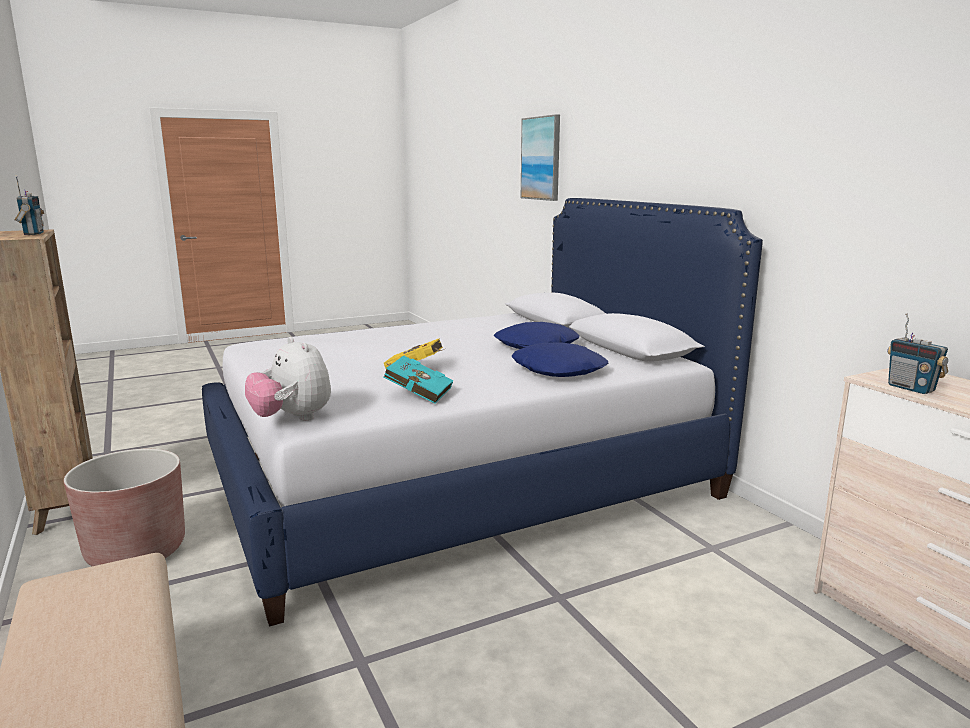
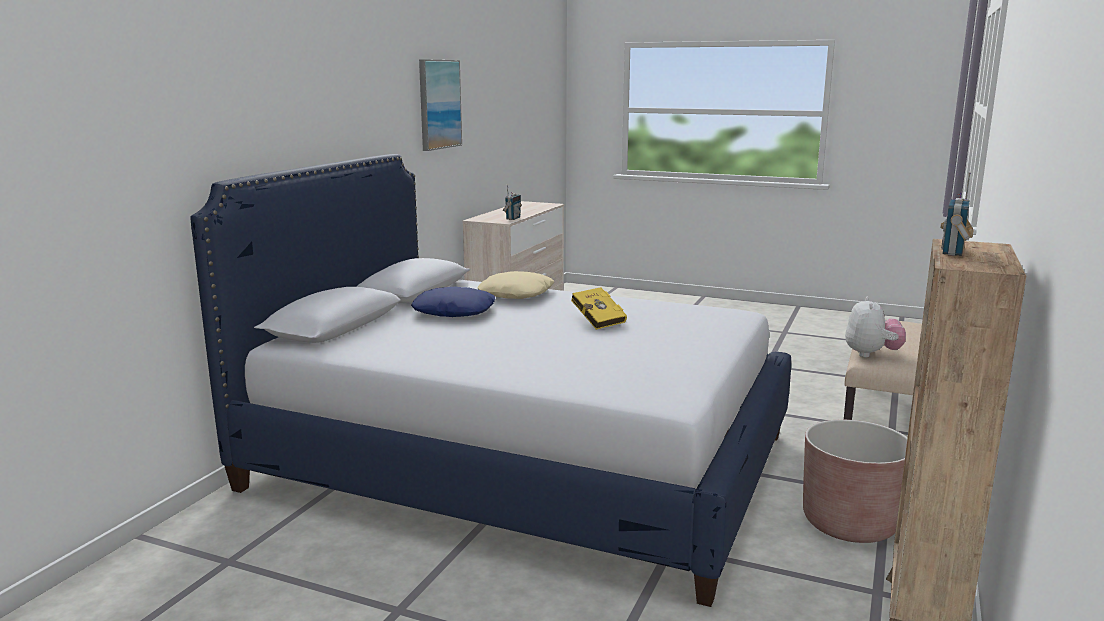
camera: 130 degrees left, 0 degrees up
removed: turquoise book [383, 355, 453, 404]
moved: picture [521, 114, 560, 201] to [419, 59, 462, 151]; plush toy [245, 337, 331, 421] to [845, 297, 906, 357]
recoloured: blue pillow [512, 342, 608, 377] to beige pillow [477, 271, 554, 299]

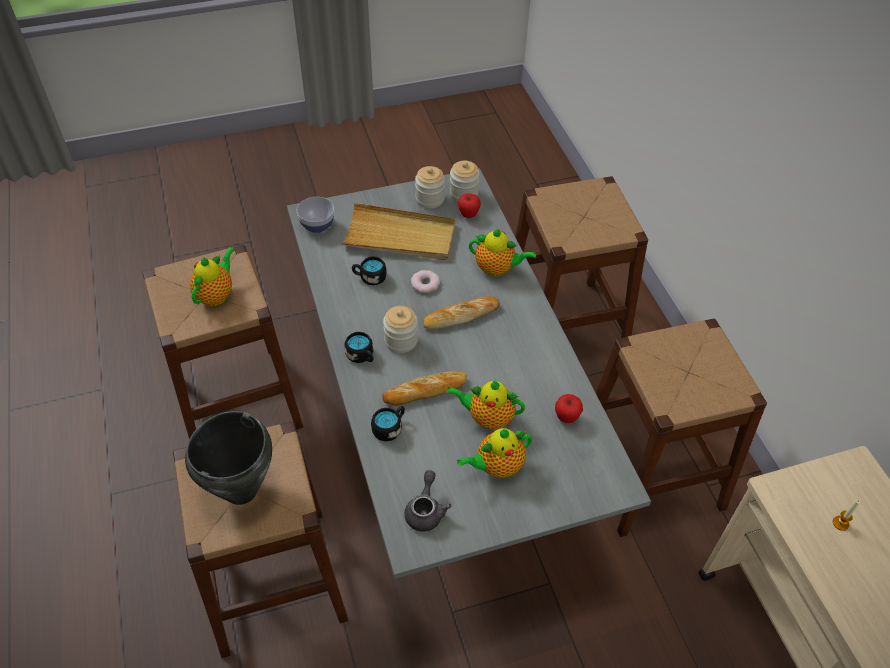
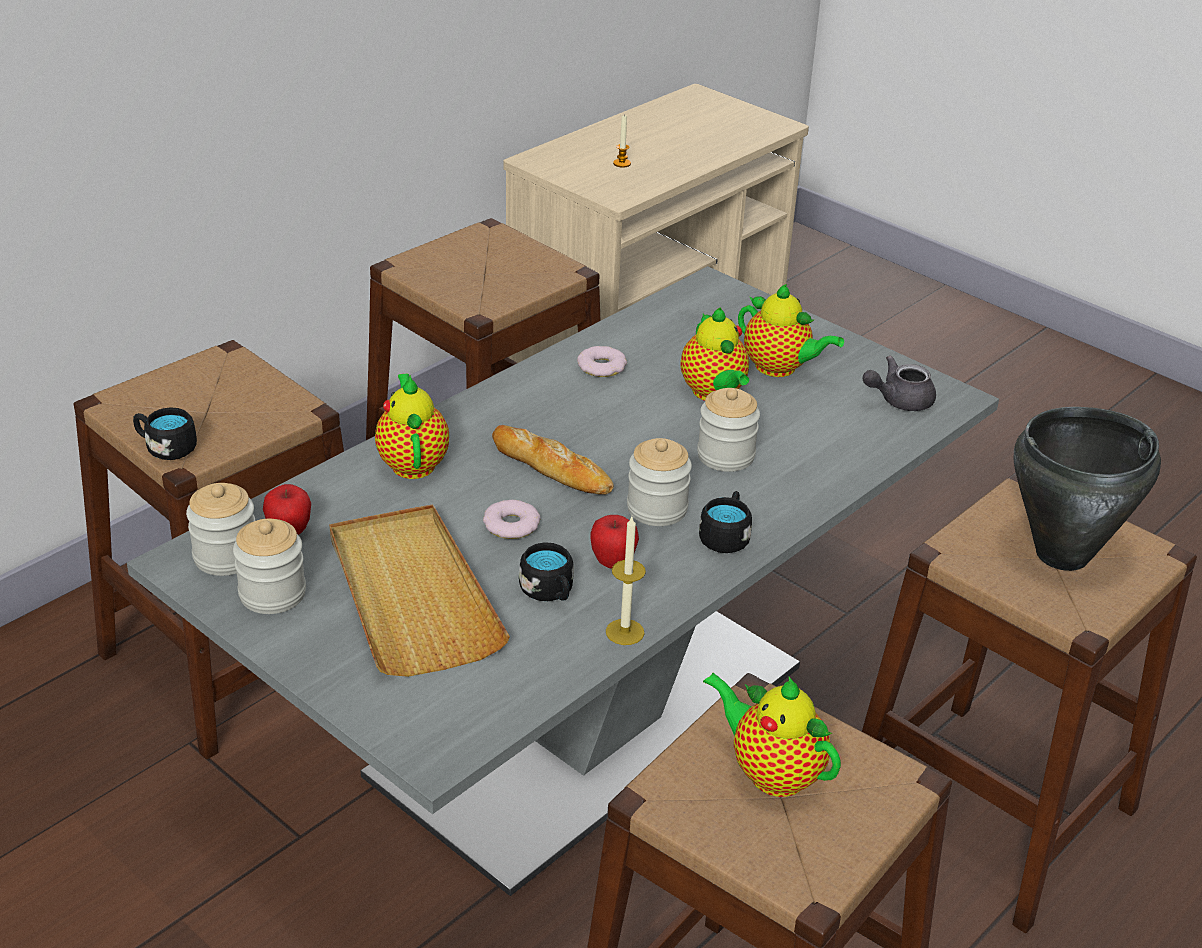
camera: 120 degrees left, 15 degrees down
removed: bowl [297, 197, 334, 233]
added: donut [577, 346, 627, 377]; candle [606, 517, 646, 645]
moved: apple [555, 394, 583, 423] to [591, 515, 639, 569]; black mug [371, 406, 405, 441] to [133, 407, 197, 460]
replaced: bread [383, 371, 467, 406] to jar [697, 388, 760, 472]
turned: teapot [190, 247, 235, 306] = [703, 673, 841, 797] 45 degrees clockwise

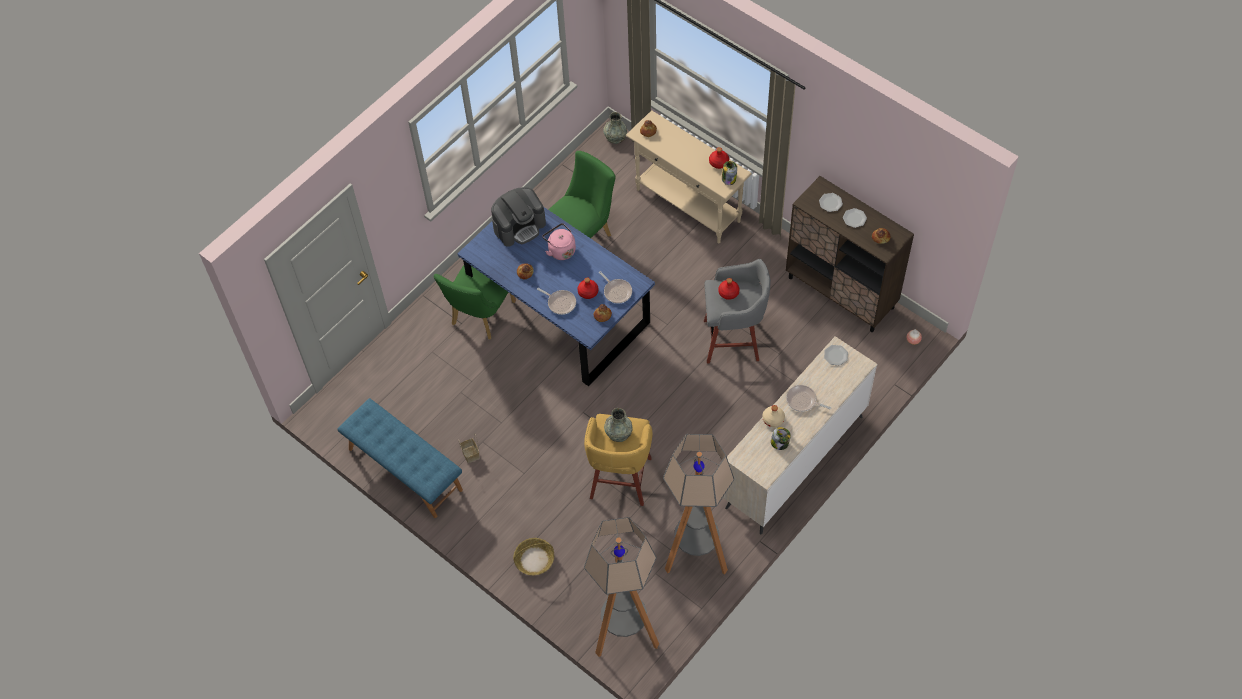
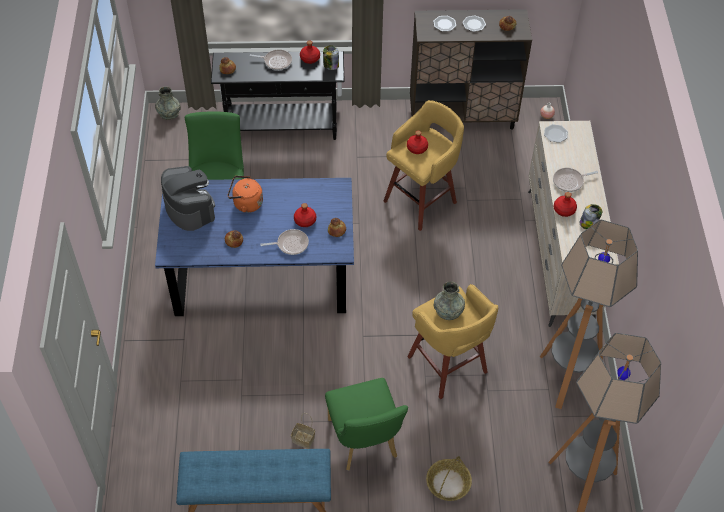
camera: 45 degrees left, 5 degrees down
moved: green chair [434, 265, 516, 339] to [325, 378, 408, 470]; frying pan [599, 271, 632, 304] to [250, 49, 292, 70]
recoloured: beige console table [626, 110, 752, 243] to black console table [211, 51, 345, 140]; pink kettle [542, 223, 576, 260] to orange kettle [228, 176, 263, 213]; grey stool [704, 259, 771, 363] to yellow stool [384, 100, 464, 231]; beige bottle [762, 405, 785, 427] to red bottle [554, 192, 577, 217]
turned: coffee machine [491, 187, 546, 247] = [161, 166, 215, 231] 45 degrees counterclockwise

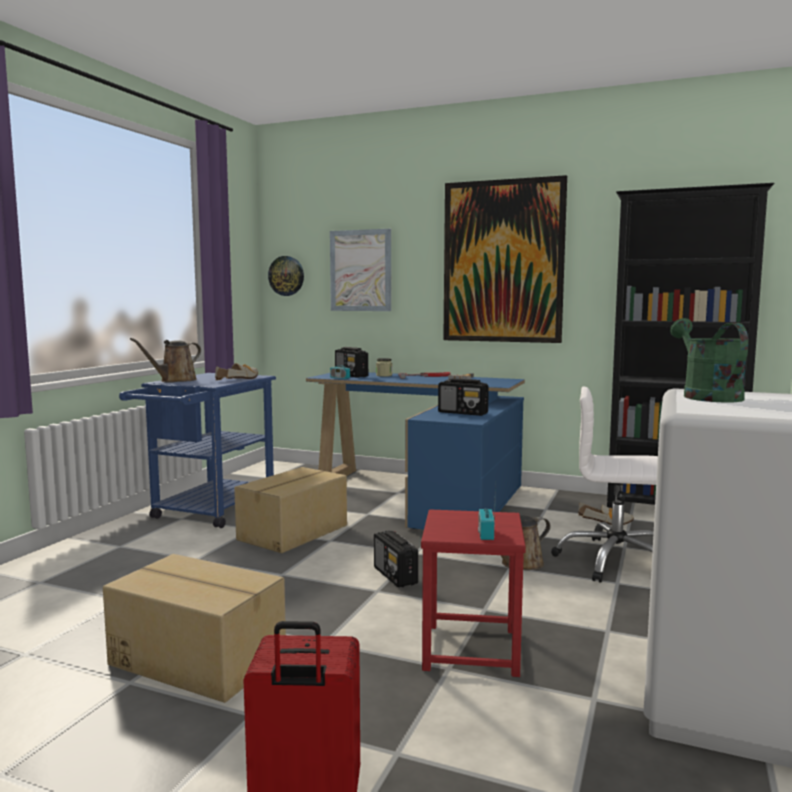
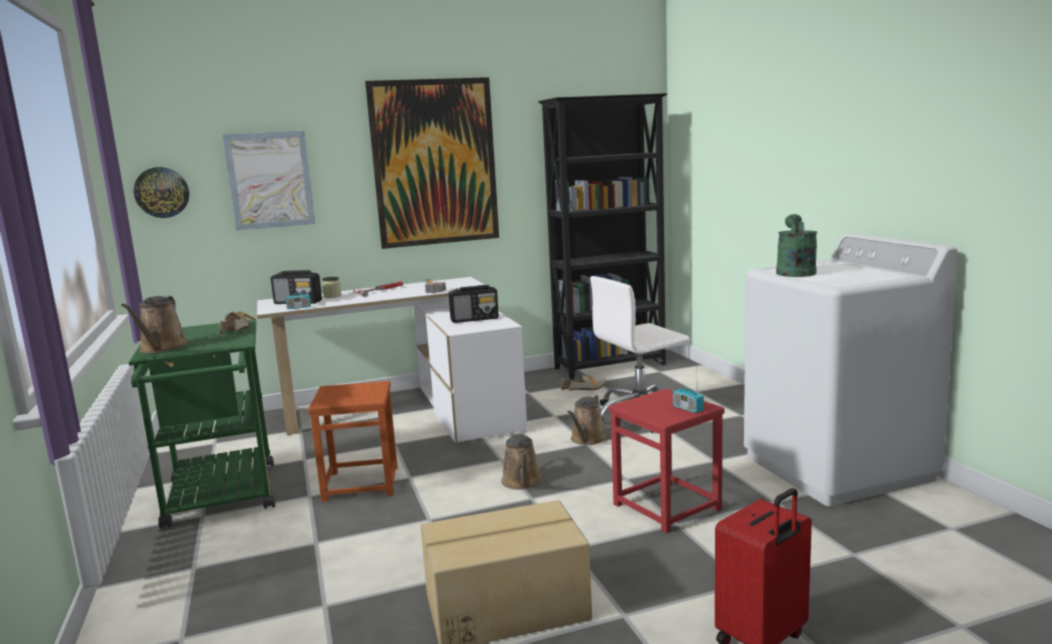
camera: 40 degrees left, 5 degrees up
replaced: cardboard box [234, 467, 347, 553] to brown stool [308, 381, 398, 502]; radio [374, 530, 418, 587] to brown watering can [501, 431, 543, 490]
recoloured: blue desk [306, 372, 525, 530] to white desk [257, 277, 527, 443]; blue cart [119, 373, 276, 528] to green cart [129, 319, 275, 529]
turned: green watering can [670, 318, 748, 403] = [776, 214, 818, 277] 60 degrees clockwise

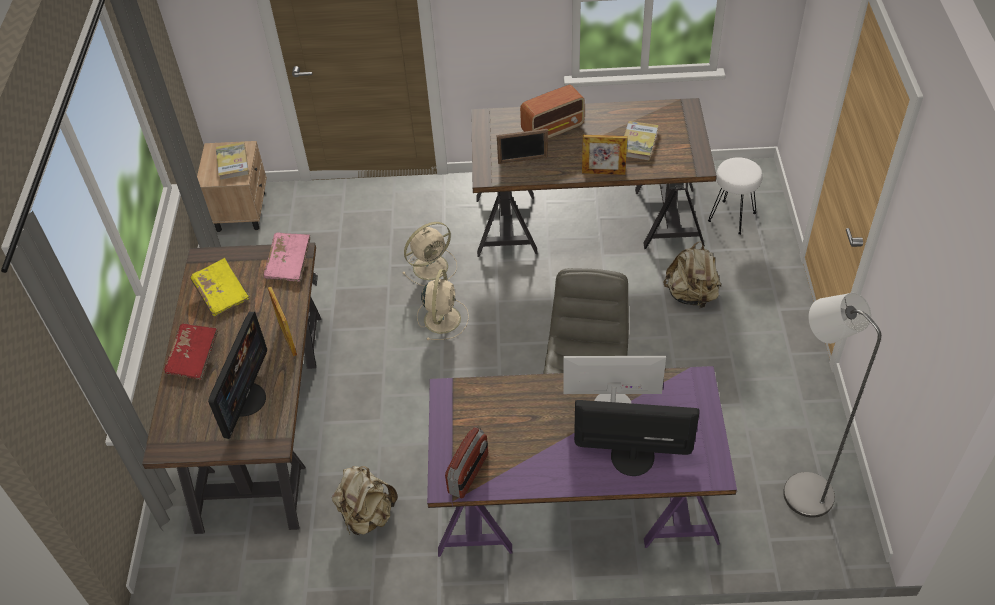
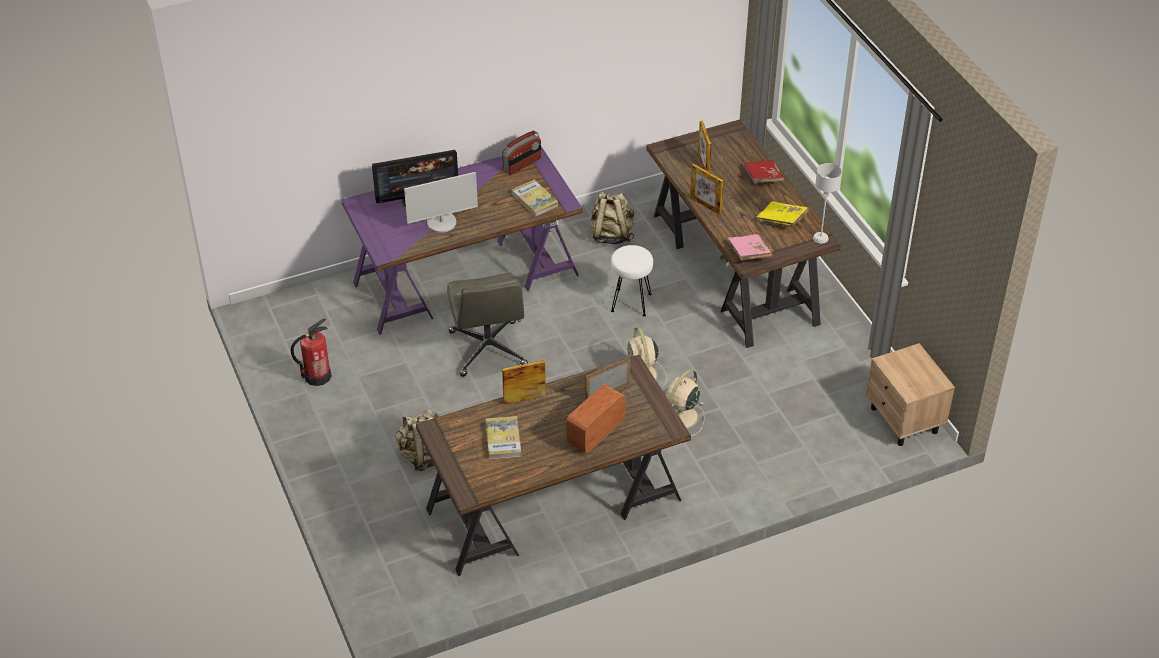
camera: 155 degrees right, 5 degrees down
removed: grey floor lamp [783, 293, 881, 518]
added: grey table lamp [813, 163, 842, 244]; fire extinguisher [291, 318, 331, 386]
moved: book [216, 142, 249, 180] to [511, 180, 558, 217]; white stool [708, 157, 763, 235] to [611, 245, 653, 316]
replaced: monitor [208, 312, 267, 439] to picture frame [698, 121, 711, 172]
turned: radio [445, 427, 488, 499] = [502, 130, 541, 175] 135 degrees counterclockwise

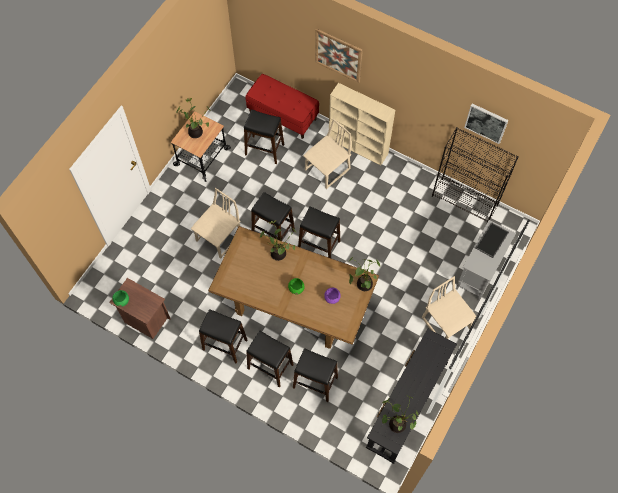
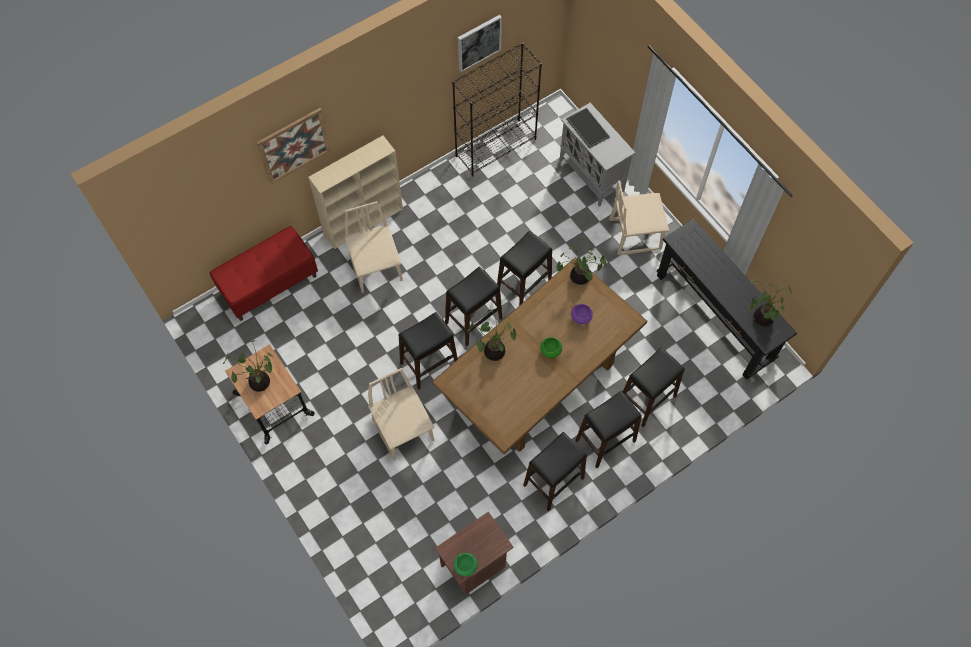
camera: 65 degrees left, 0 degrees up
moved: black stool [244, 110, 284, 164] to [497, 231, 552, 306]

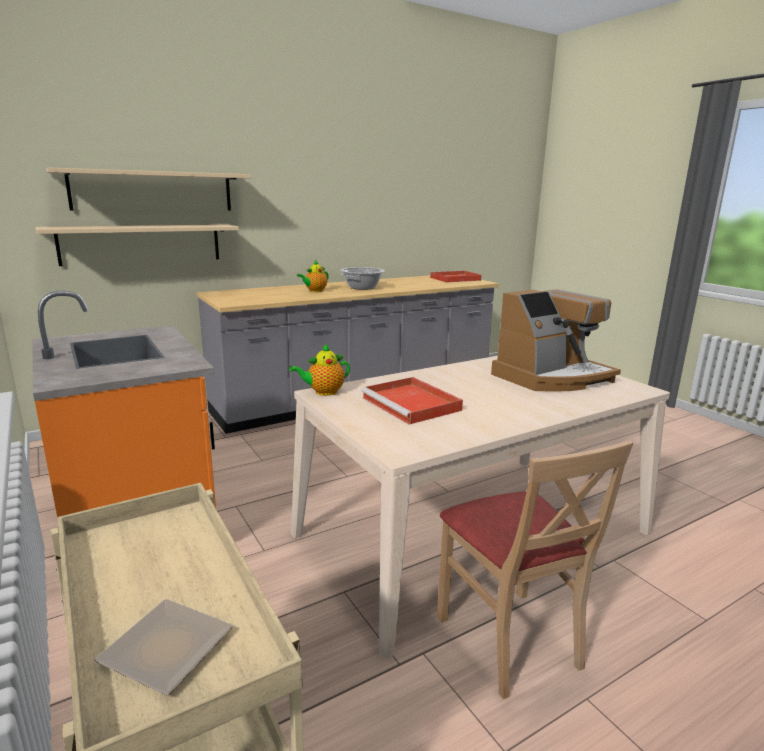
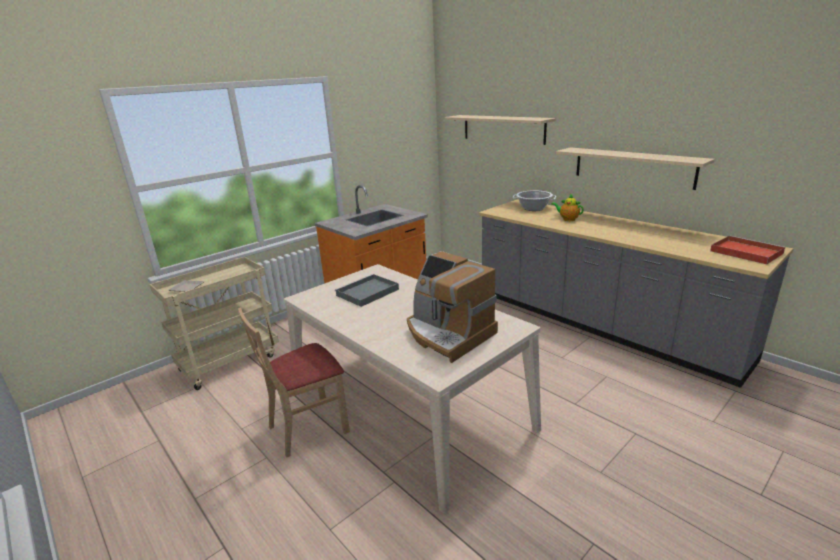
camera: 80 degrees right, 5 degrees up
removed: teapot [289, 344, 350, 396]
moved: beige shelf [35, 224, 239, 266] to [556, 147, 715, 190]; cooking pot [340, 267, 384, 290] to [513, 190, 556, 211]
recoloured: red tray [361, 377, 463, 425] to grey tray [335, 274, 399, 307]

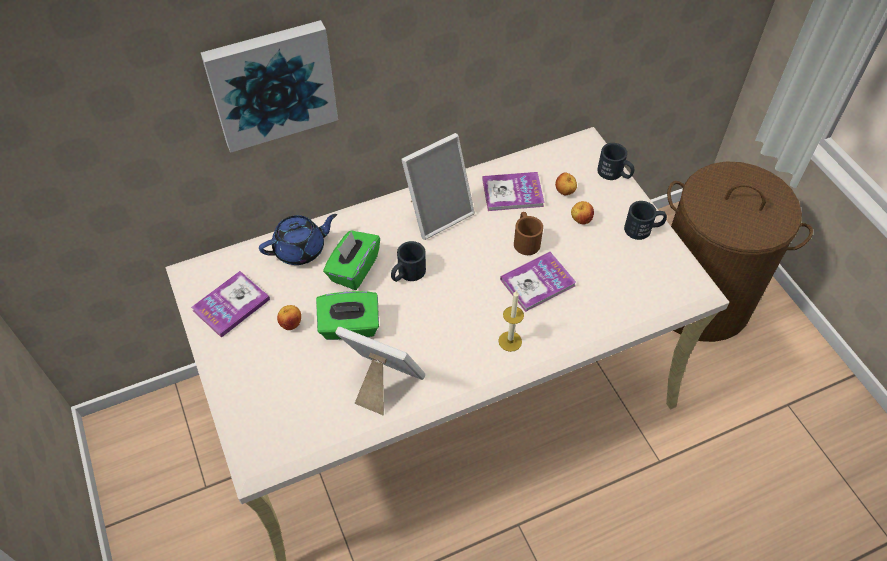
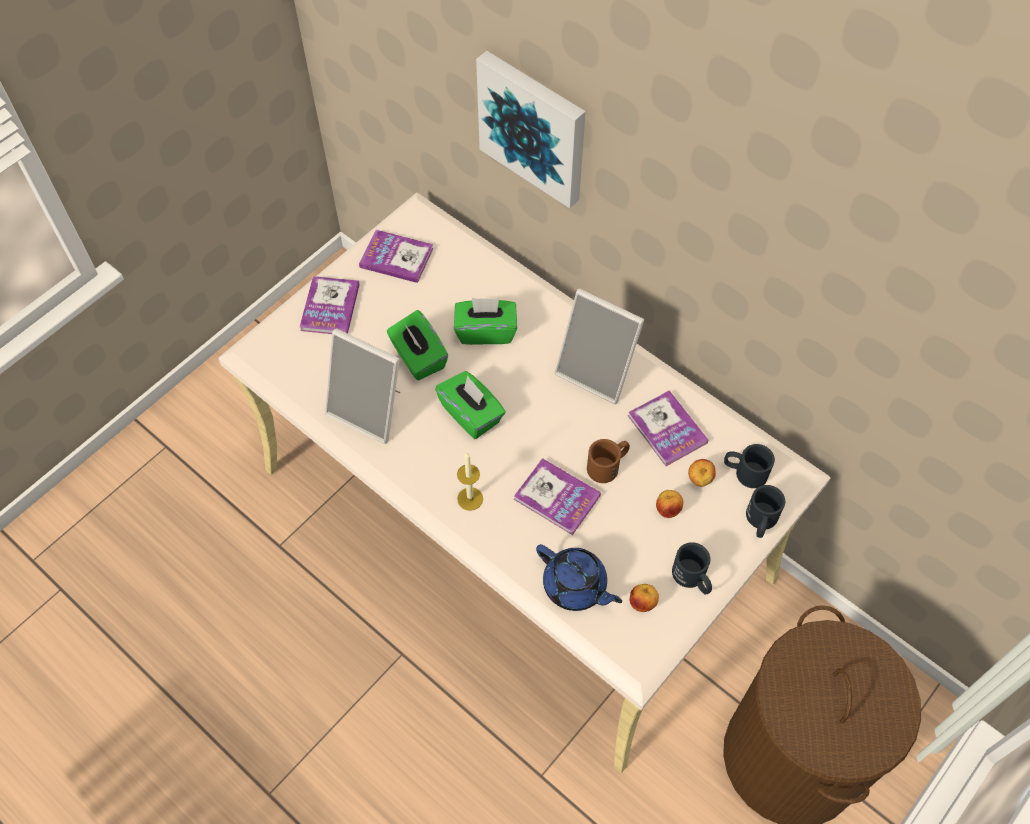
camera: 65 degrees right, 5 degrees up
added: book [300, 276, 360, 334]; green tissue box [435, 371, 506, 439]
moved: blue teapot [259, 214, 337, 265] to [536, 544, 622, 611]; black mug [391, 241, 426, 282] to [724, 444, 775, 488]; apple [277, 305, 301, 330] to [629, 584, 659, 612]
turned: picture frame [335, 327, 425, 415] = [325, 329, 400, 444] 120 degrees clockwise

